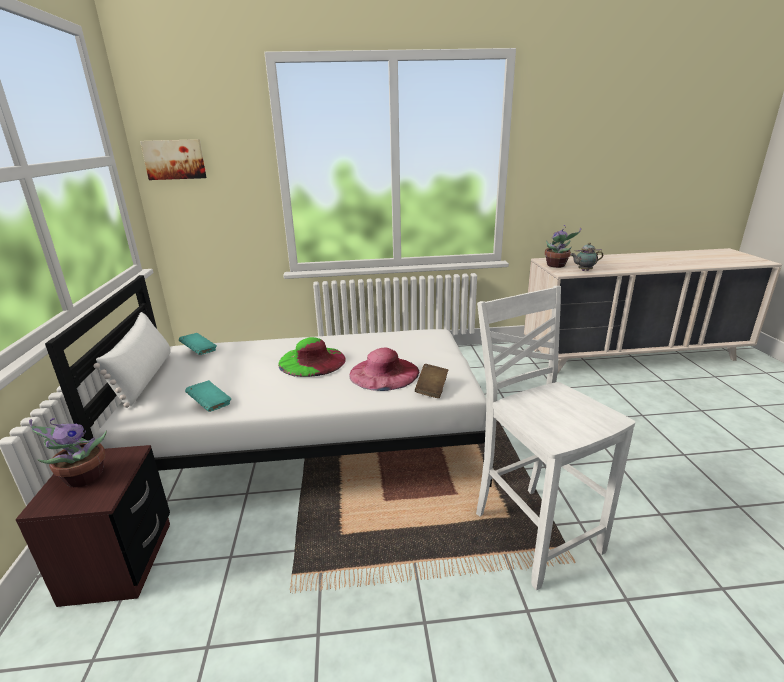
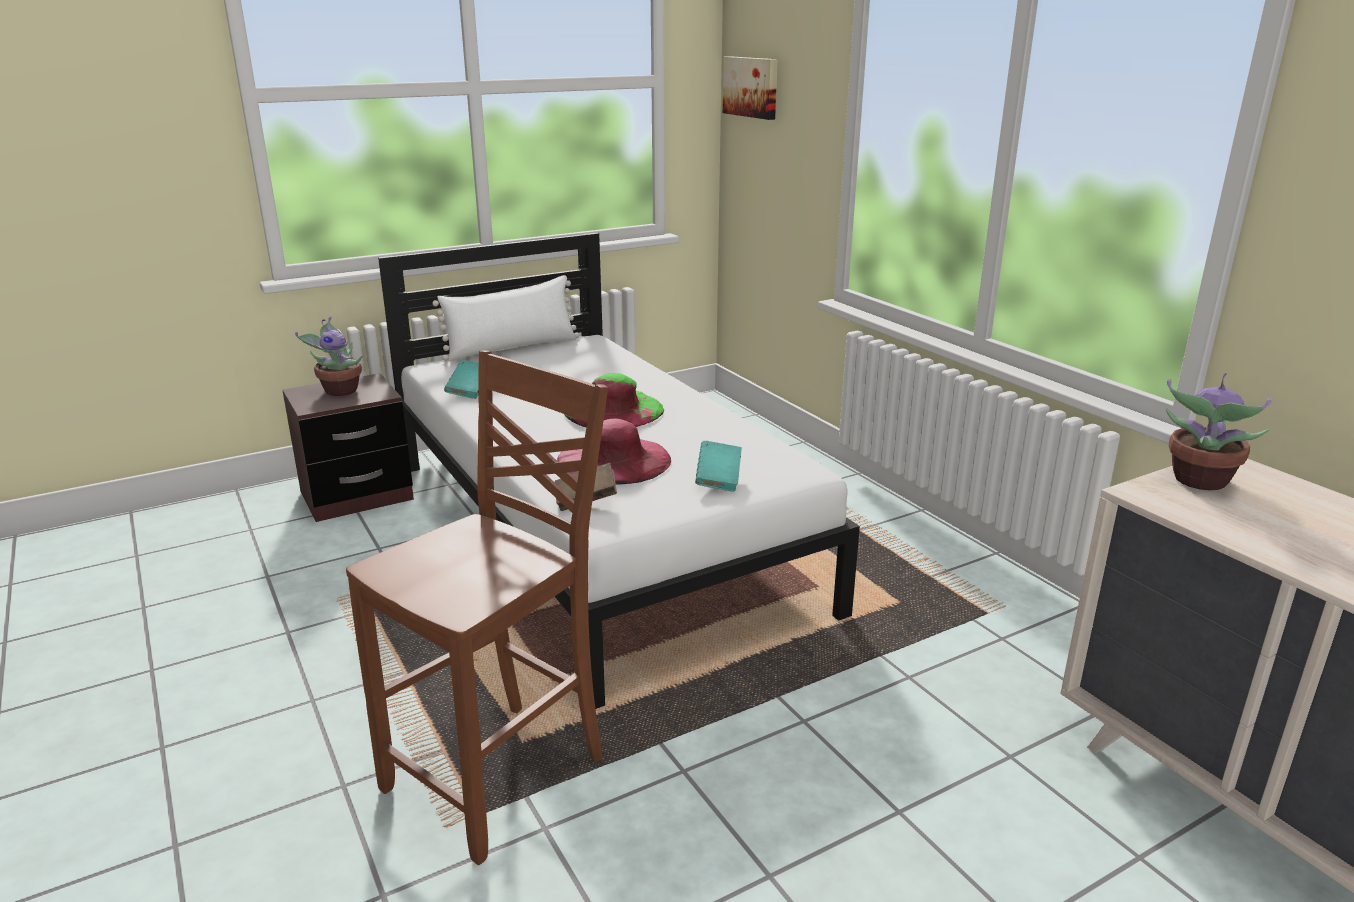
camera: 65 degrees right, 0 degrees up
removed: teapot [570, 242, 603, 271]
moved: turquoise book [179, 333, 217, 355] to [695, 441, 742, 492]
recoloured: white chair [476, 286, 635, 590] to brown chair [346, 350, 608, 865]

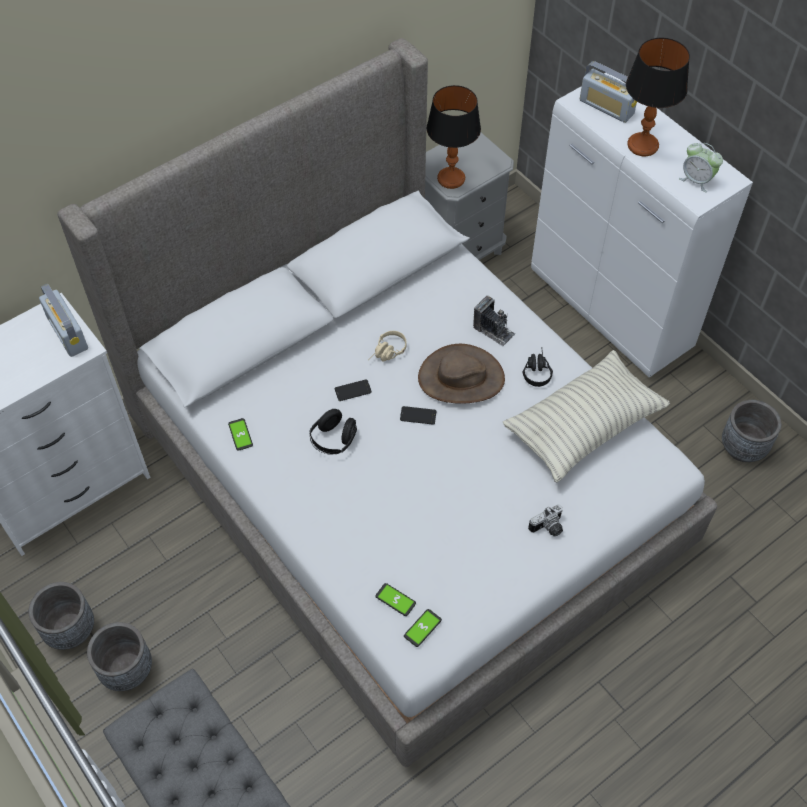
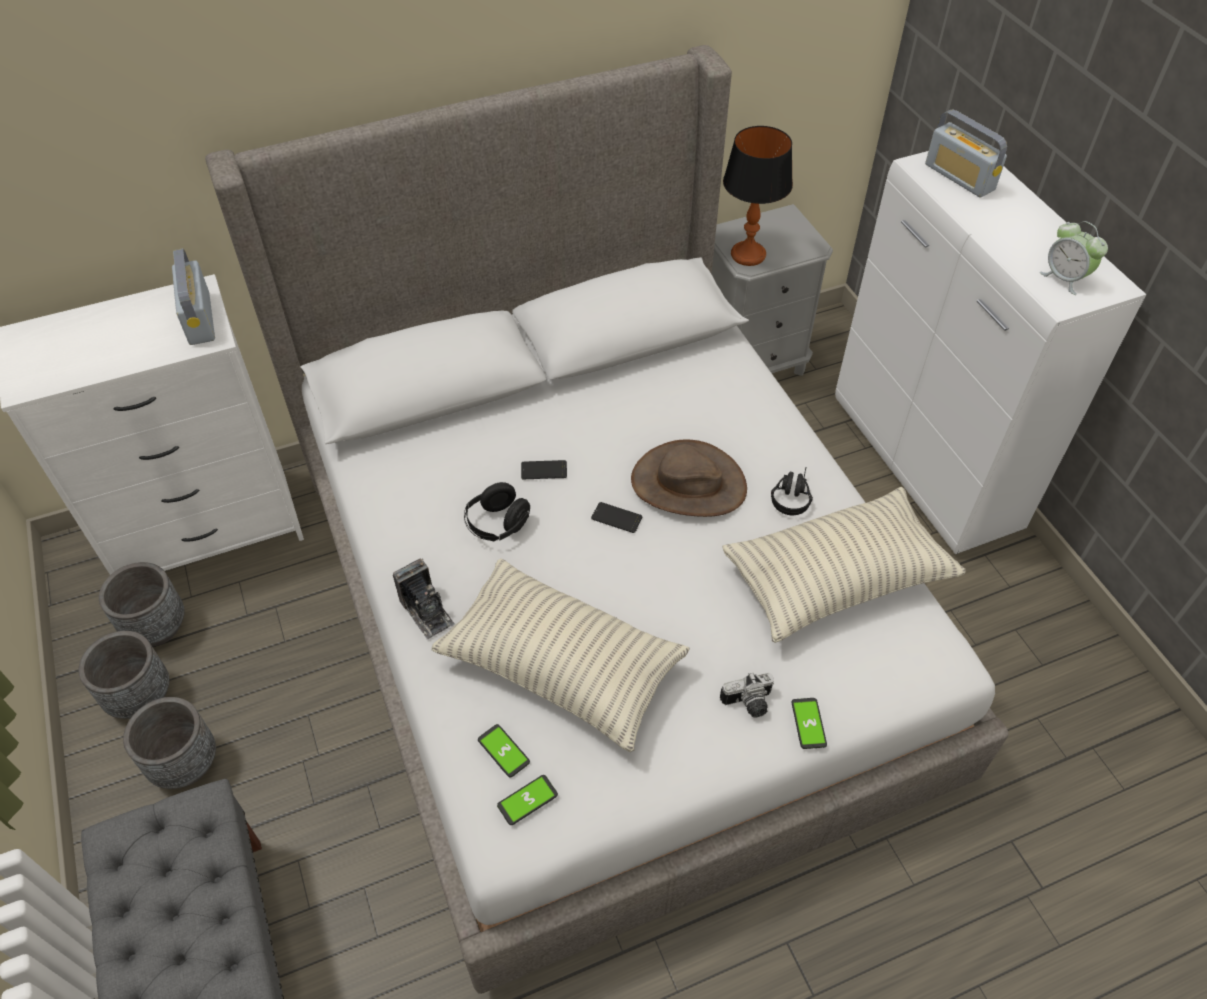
camera: 15 degrees right, 5 degrees down
removed: table lamp [626, 38, 690, 156]; beige headphones [368, 331, 407, 362]
added: pillow [431, 558, 690, 752]
moved: photo camera [473, 296, 515, 347] to [393, 559, 454, 640]; grey planter [722, 400, 781, 462] to [99, 562, 185, 647]; phone [228, 418, 253, 451] to [791, 698, 827, 749]

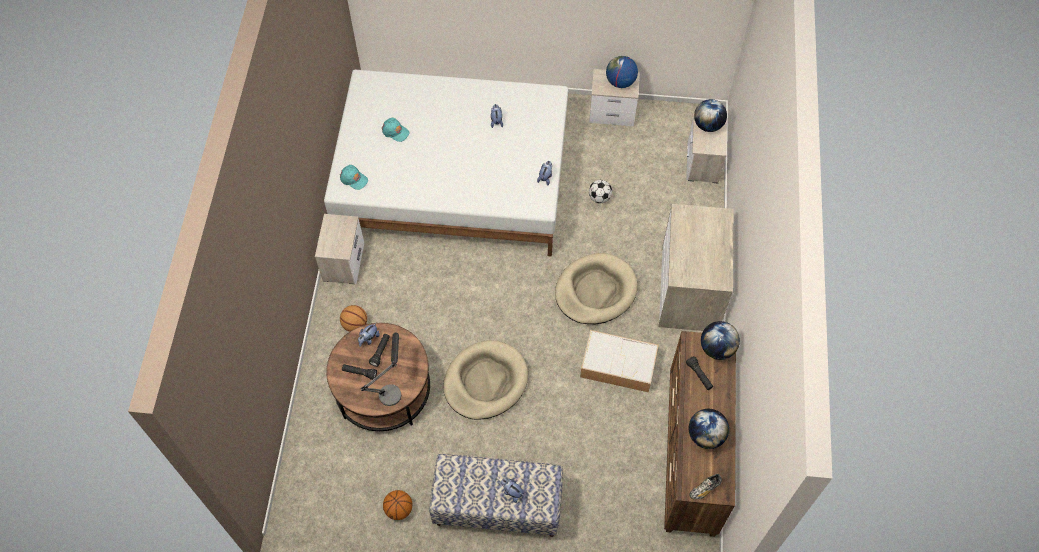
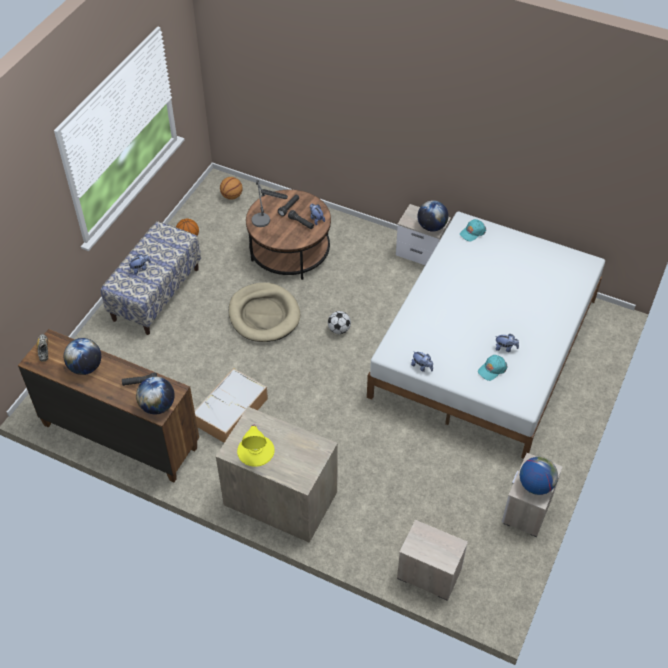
camera: 110 degrees right, 10 degrees down
removed: beige dog bed [555, 253, 638, 324]
added: yellow table lamp [237, 424, 275, 467]
moved: globe [694, 99, 727, 132] to [418, 200, 448, 232]; turquoise cap [382, 118, 409, 142] to [478, 355, 507, 381]; football [589, 180, 612, 203] to [328, 311, 351, 334]; basketball [340, 305, 367, 332] to [220, 177, 243, 200]

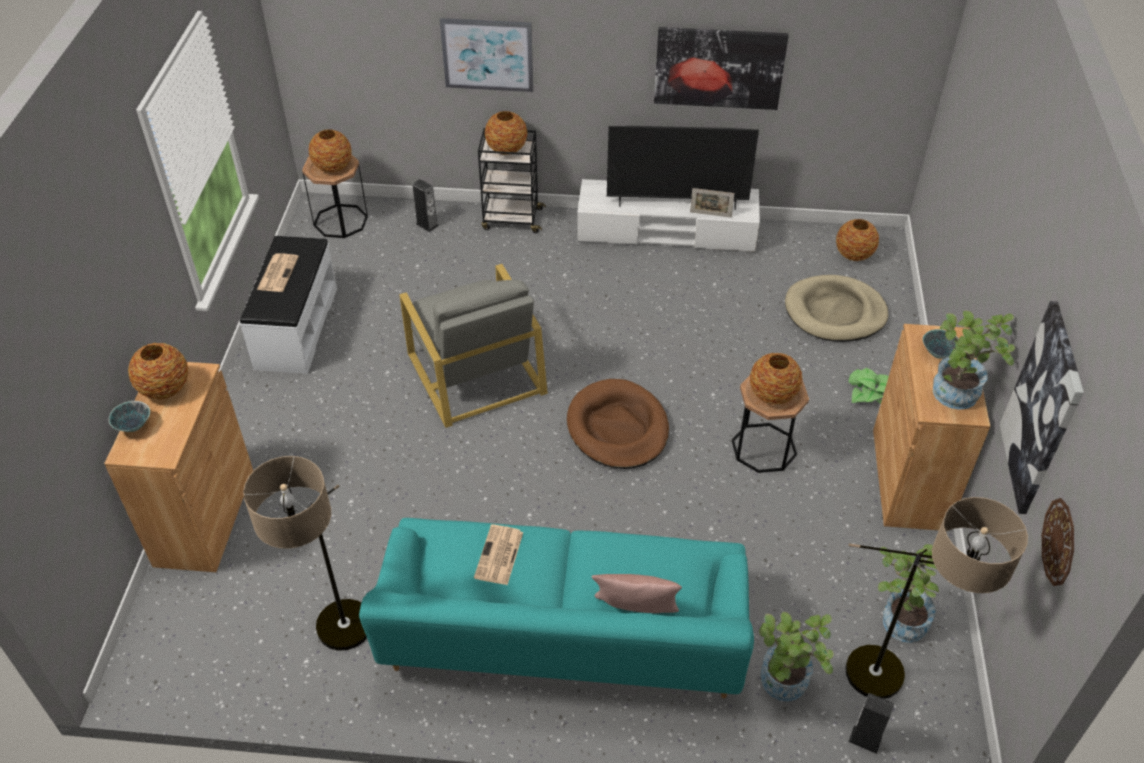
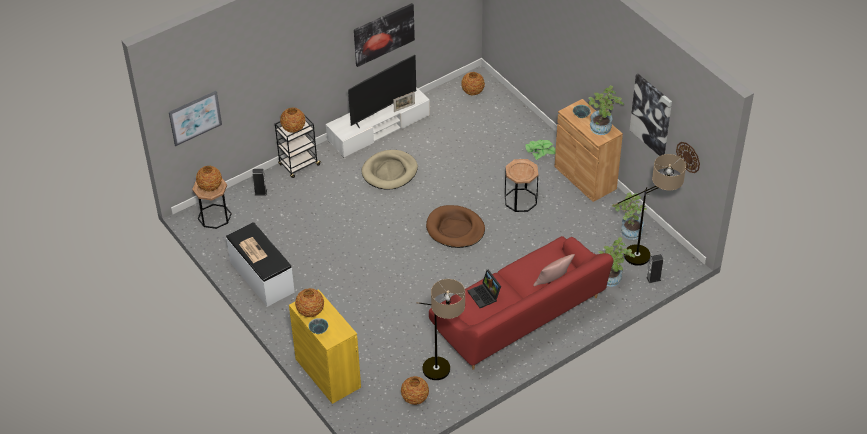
camera: 40 degrees left, 0 degrees up
removed: grey armchair [399, 264, 548, 428]
moved: picture [440, 18, 533, 92] to [169, 91, 222, 146]; beige dog bed [785, 275, 888, 342] to [361, 150, 418, 190]; vase [750, 353, 803, 405] to [401, 376, 429, 405]
replaced: newspaper [474, 525, 523, 585] to laptop [468, 269, 501, 308]
recoloured: brown cabinet [104, 362, 253, 572] to yellow cabinet [289, 289, 361, 404]; turquoise sofa [359, 518, 754, 698] to red sofa [429, 236, 614, 370]

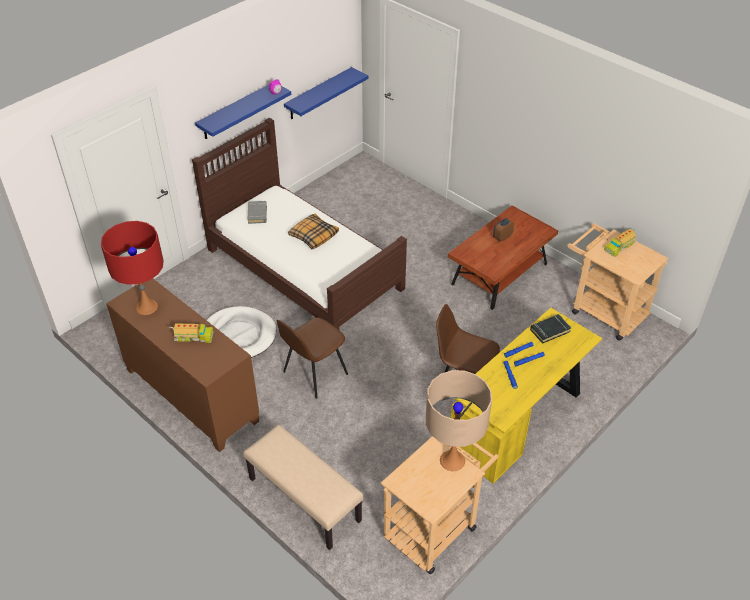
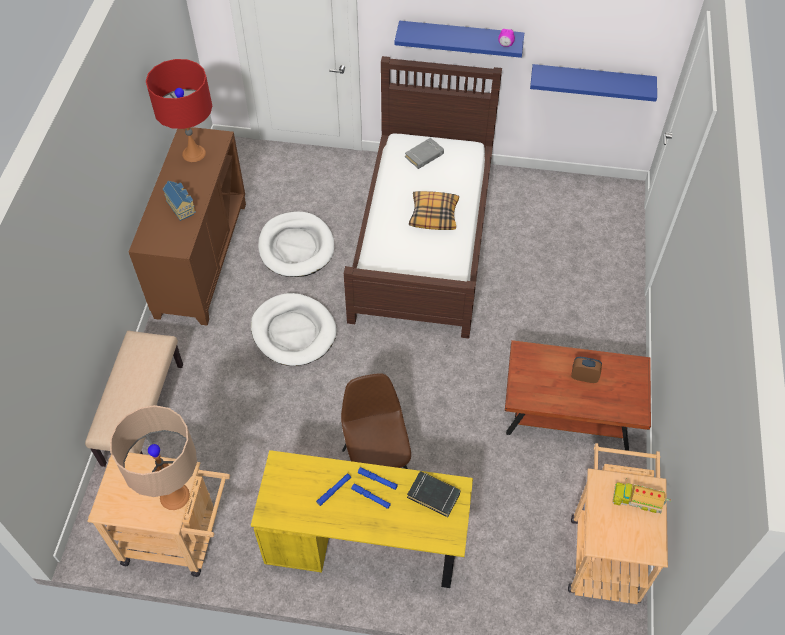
camera: 55 degrees right, 10 degrees up
replaced: brown chair [277, 318, 348, 399] to white dog bed [251, 293, 337, 366]; toy truck [170, 321, 214, 343] to toy house [163, 181, 196, 221]

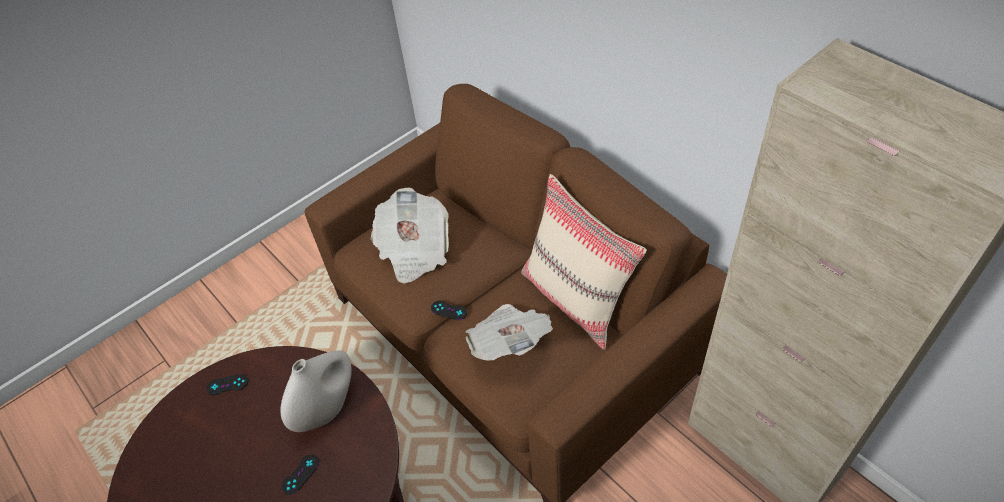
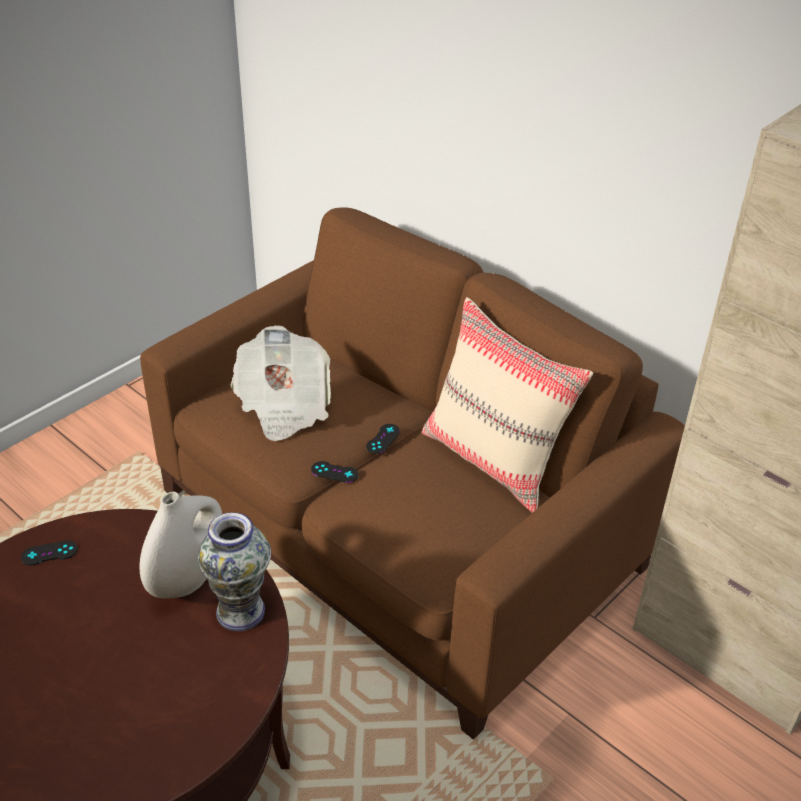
camera: 10 degrees left, 10 degrees down
removed: newspaper [465, 304, 553, 361]
added: vase [198, 512, 271, 631]
moved: black game controller [282, 455, 319, 495] to [366, 424, 400, 454]

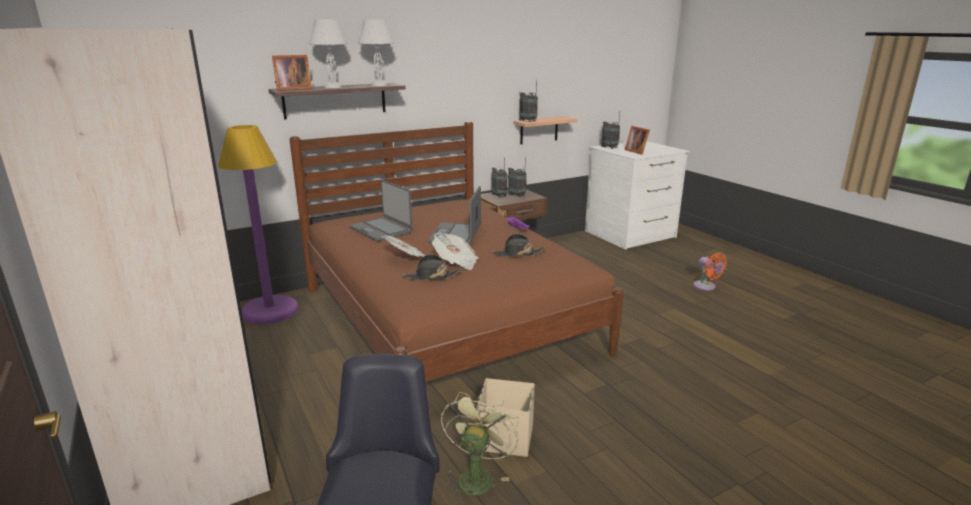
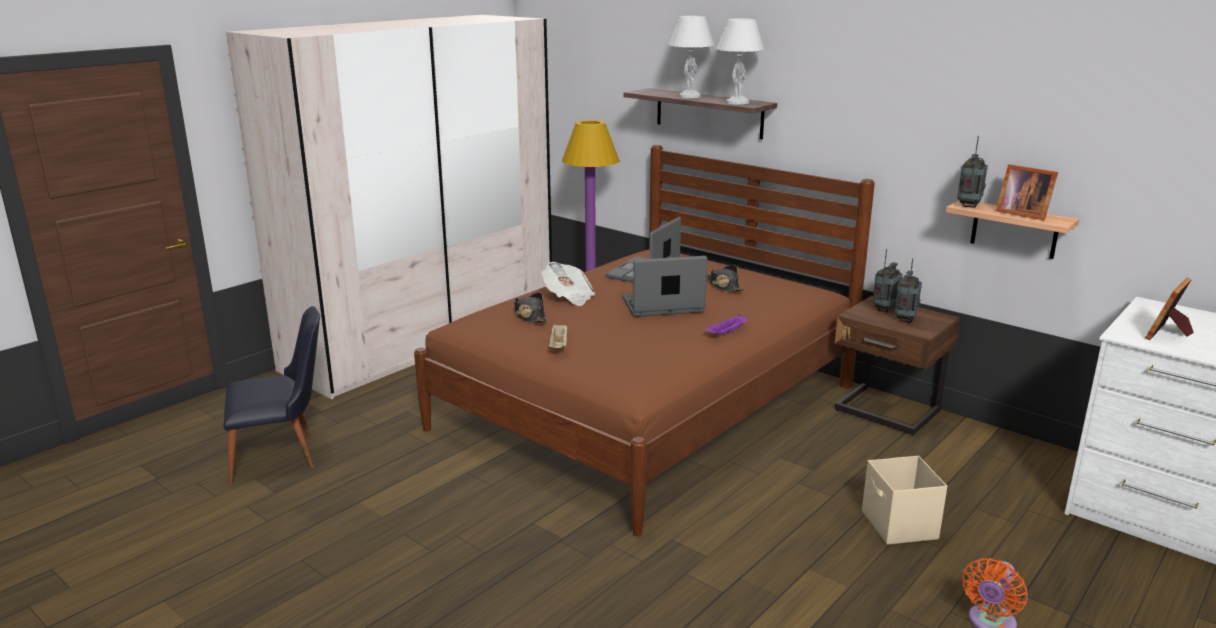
camera: 70 degrees right, 0 degrees up
removed: radio [601, 113, 620, 149]; newspaper [432, 233, 479, 270]; green fan [441, 391, 520, 501]
added: beige tray [549, 324, 567, 348]
moved: picture frame [272, 55, 312, 91] to [996, 164, 1058, 221]; black hat [491, 233, 545, 257] to [707, 265, 745, 292]; beige storage box [477, 378, 535, 457] to [862, 456, 947, 545]

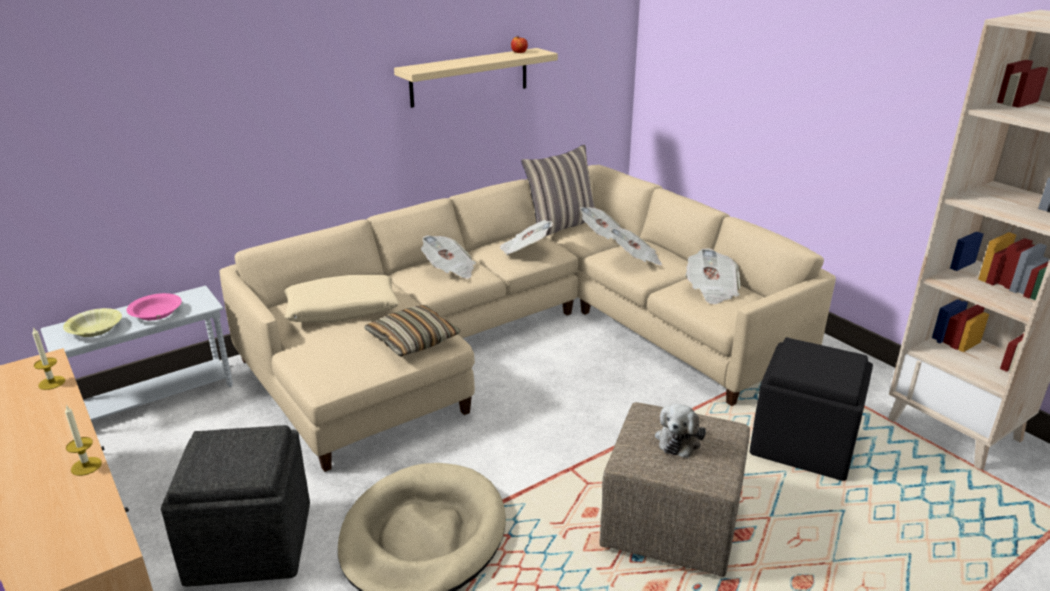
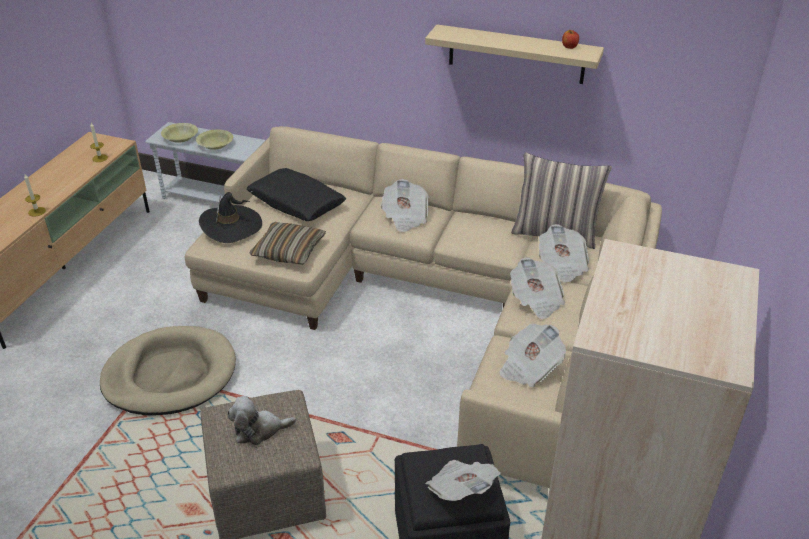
camera: 55 degrees right, 10 degrees up
removed: grey ottoman [161, 425, 310, 587]
added: black hat [199, 192, 262, 243]
moved: newspaper [500, 220, 553, 255] to [425, 460, 501, 501]
recoloured: beige pillow [285, 275, 399, 323] to black pillow [247, 168, 346, 221]; pink bowl [126, 293, 182, 320] to yellow bowl [196, 130, 233, 150]

